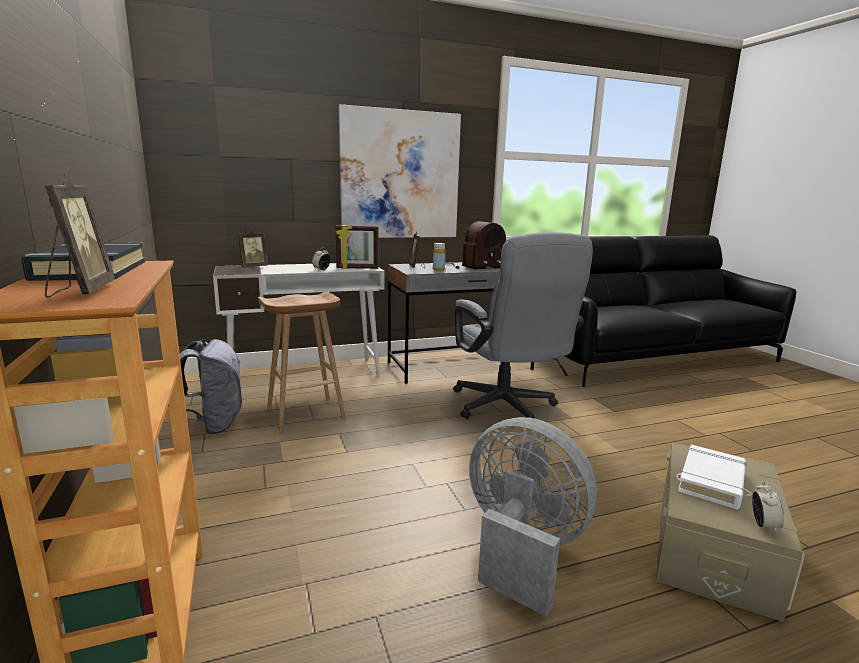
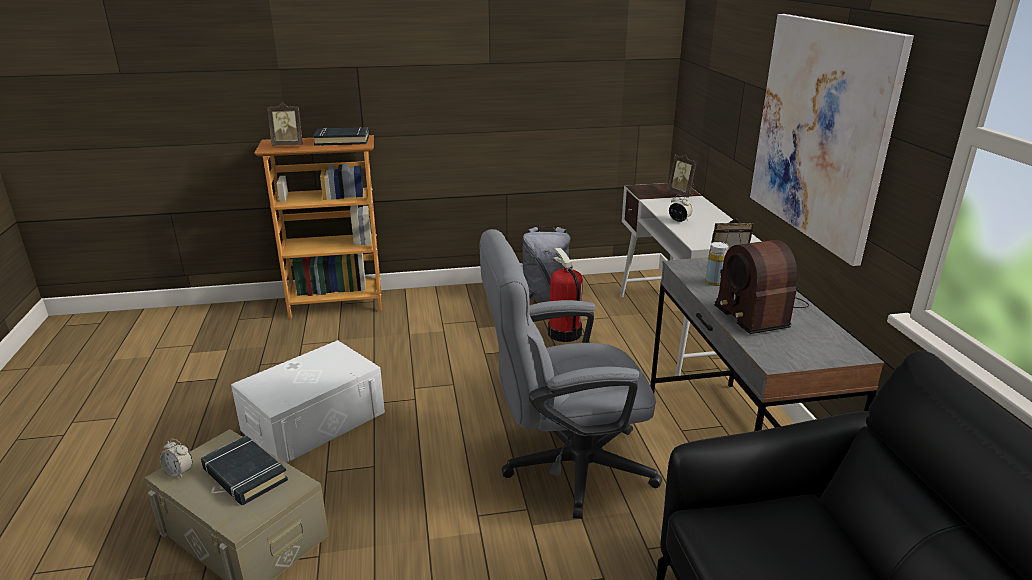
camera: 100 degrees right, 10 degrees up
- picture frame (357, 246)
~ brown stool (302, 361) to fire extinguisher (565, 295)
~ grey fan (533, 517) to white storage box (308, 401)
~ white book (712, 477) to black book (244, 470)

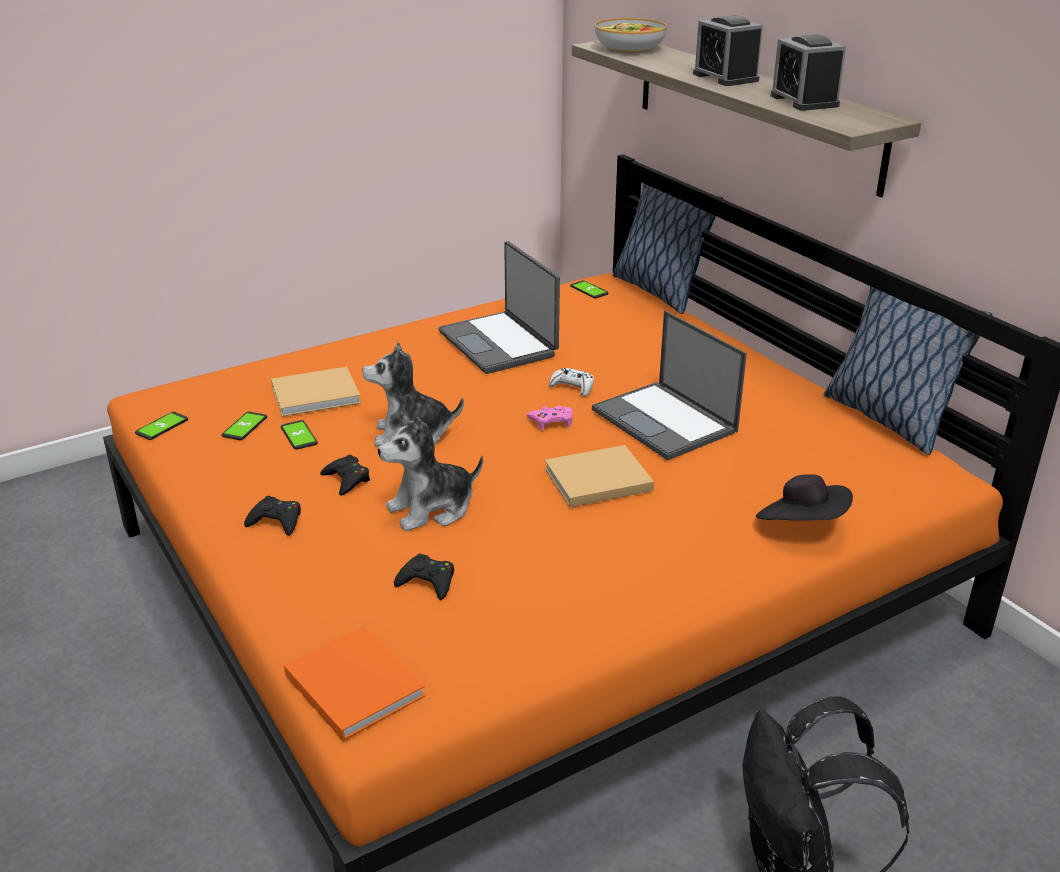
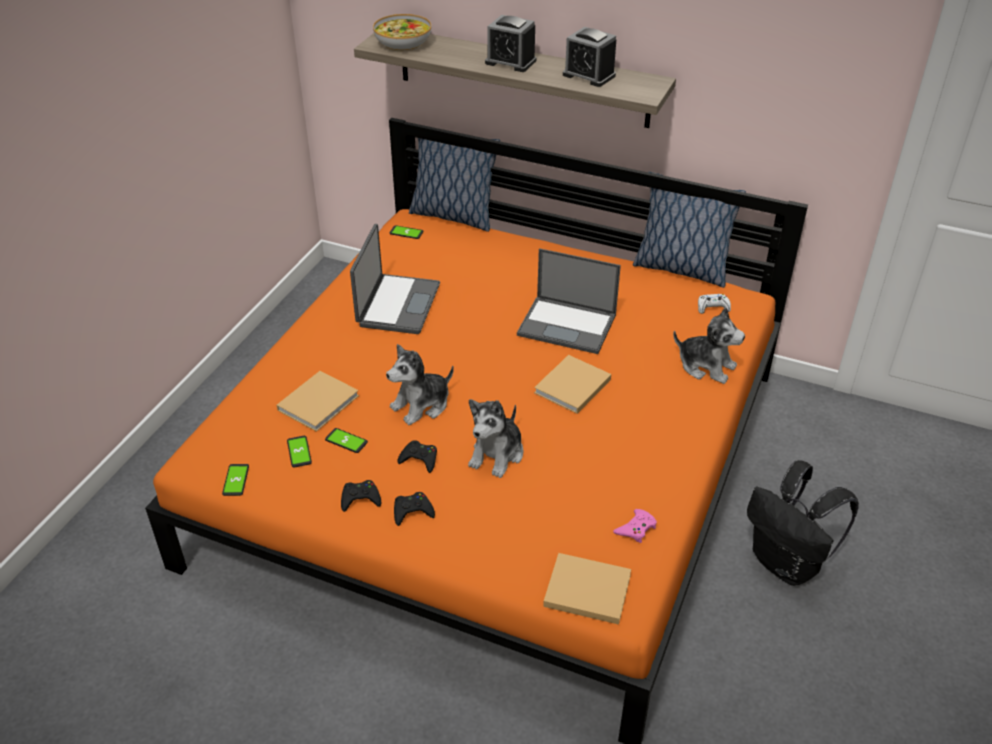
camera: 35 degrees left, 10 degrees up
~ laptop (499, 307) = (395, 279) 105 degrees counterclockwise
~ white game controller (571, 382) to (714, 304)
~ pink game controller (549, 418) to (635, 526)
~ black hat (804, 497) to plush toy (709, 345)
~ black game controller (424, 577) to (361, 496)
~ orange book (354, 684) to beige book (587, 589)

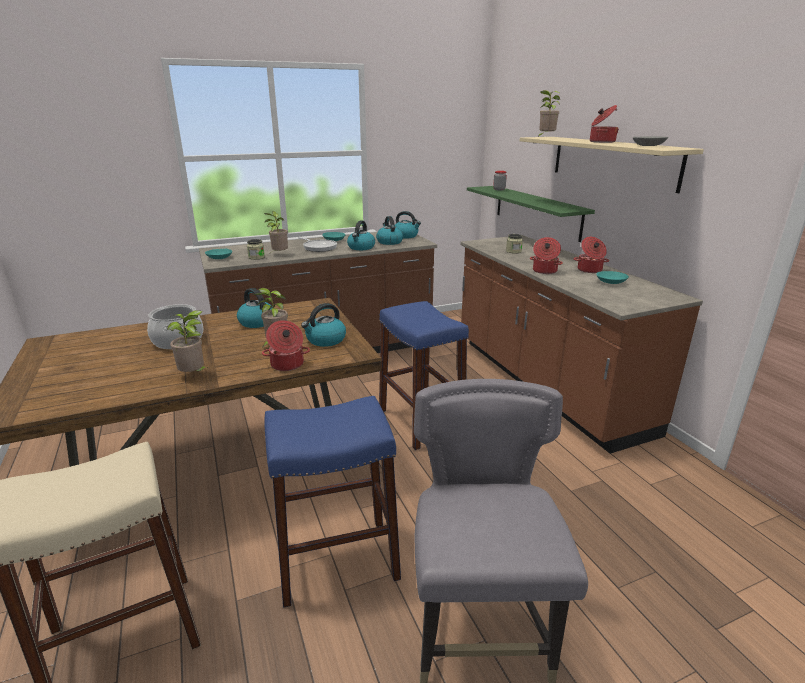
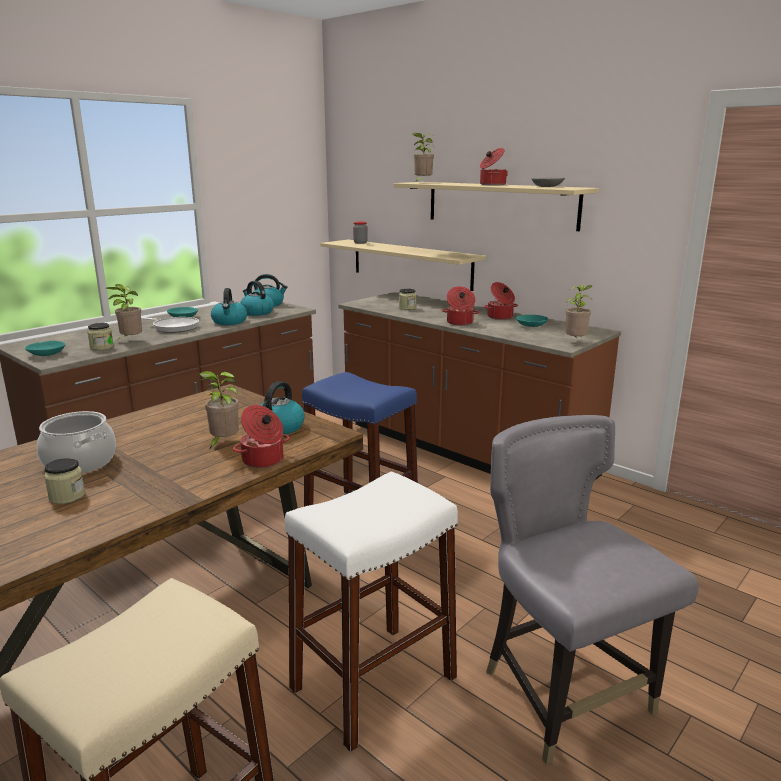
camera: 25 degrees left, 5 degrees down
~ green shelf (531, 214) to beige shelf (403, 265)
- kettle (254, 308)
~ potted plant (186, 341) to (579, 310)
~ blue stool (332, 502) to white stool (371, 612)
+ jar (64, 481)

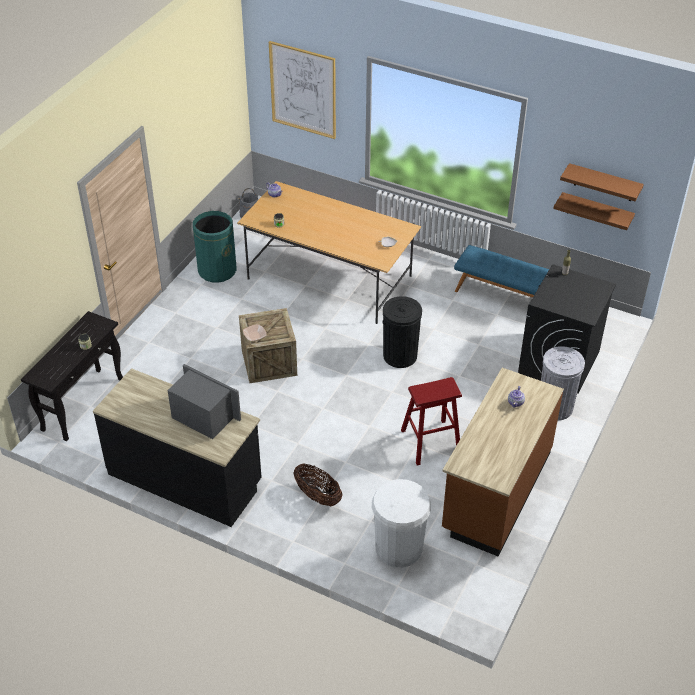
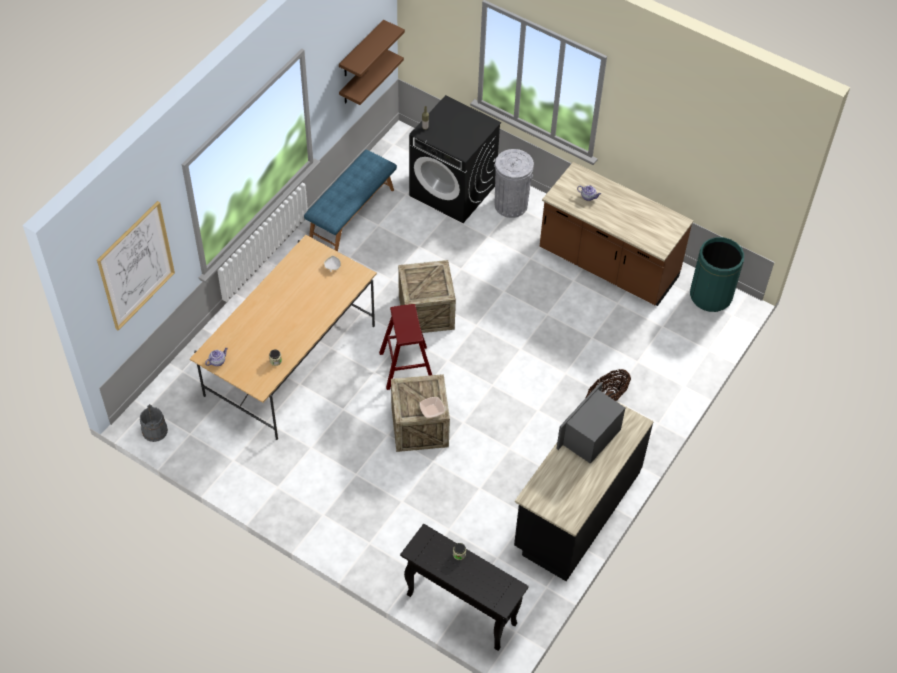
camera: 85 degrees left, 10 degrees up
~ green trash can (215, 247) to (717, 274)
~ black trash can (402, 332) to crate (427, 296)
~ red stool (431, 421) to (405, 347)
- white trash can (401, 523)

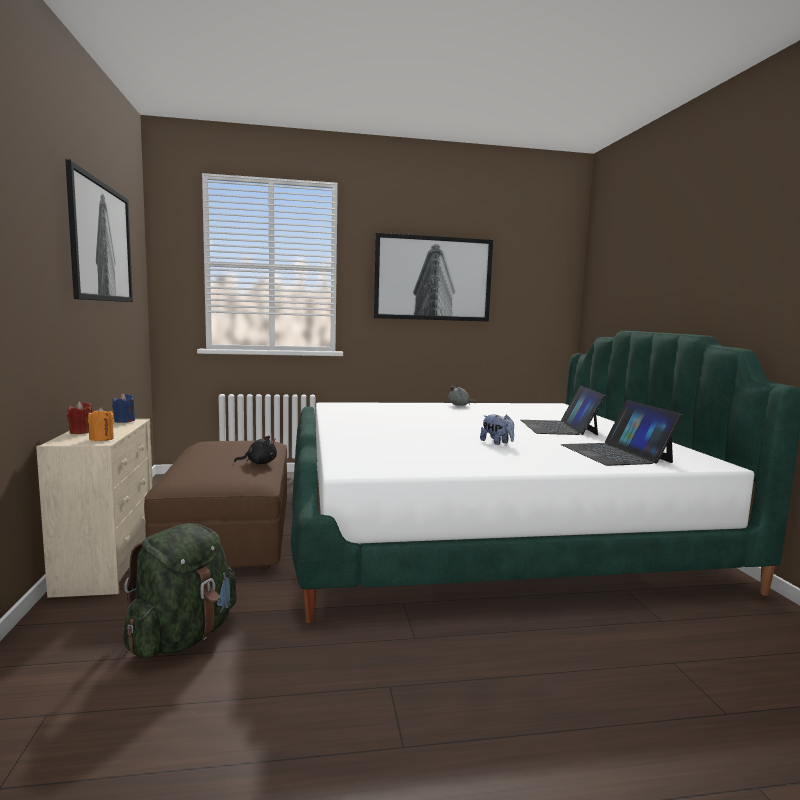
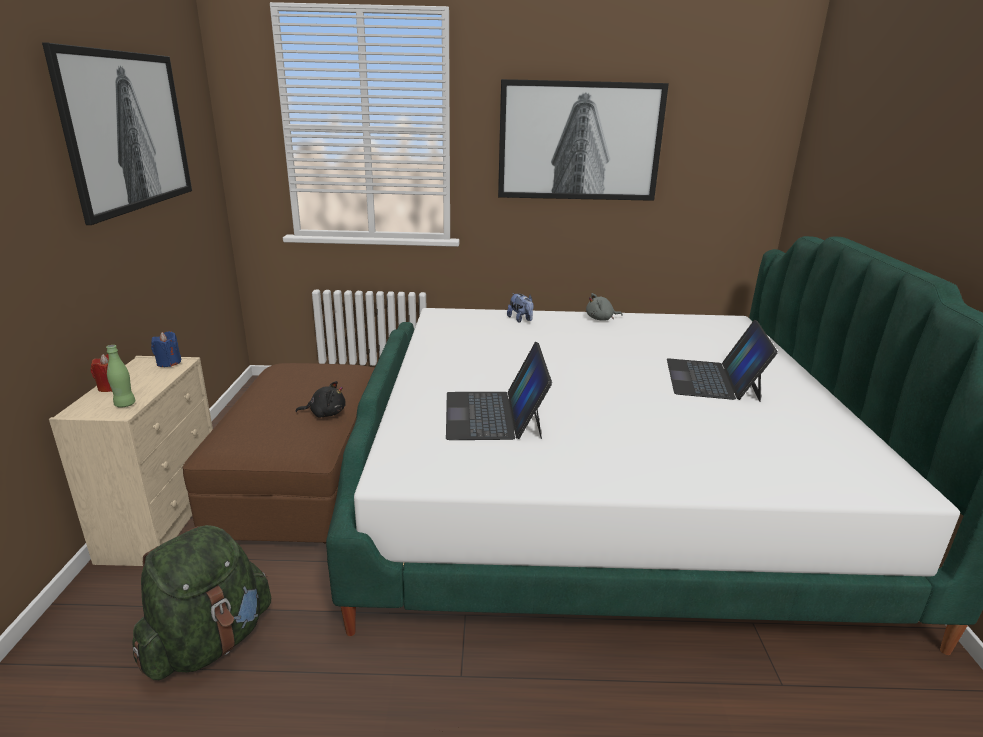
camera: 10 degrees right, 15 degrees up
~ laptop (621, 433) to (499, 391)
~ orange candle (101, 424) to green bottle (121, 376)
~ plush toy (497, 429) to (520, 308)

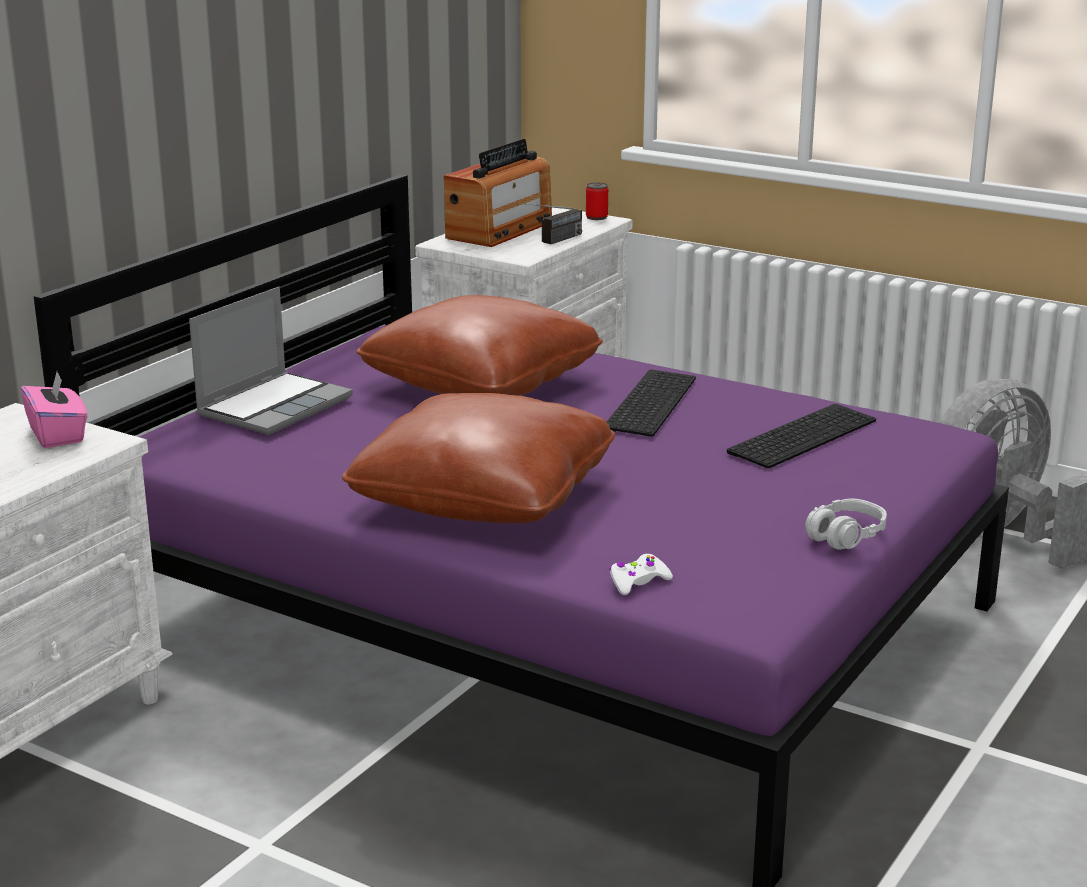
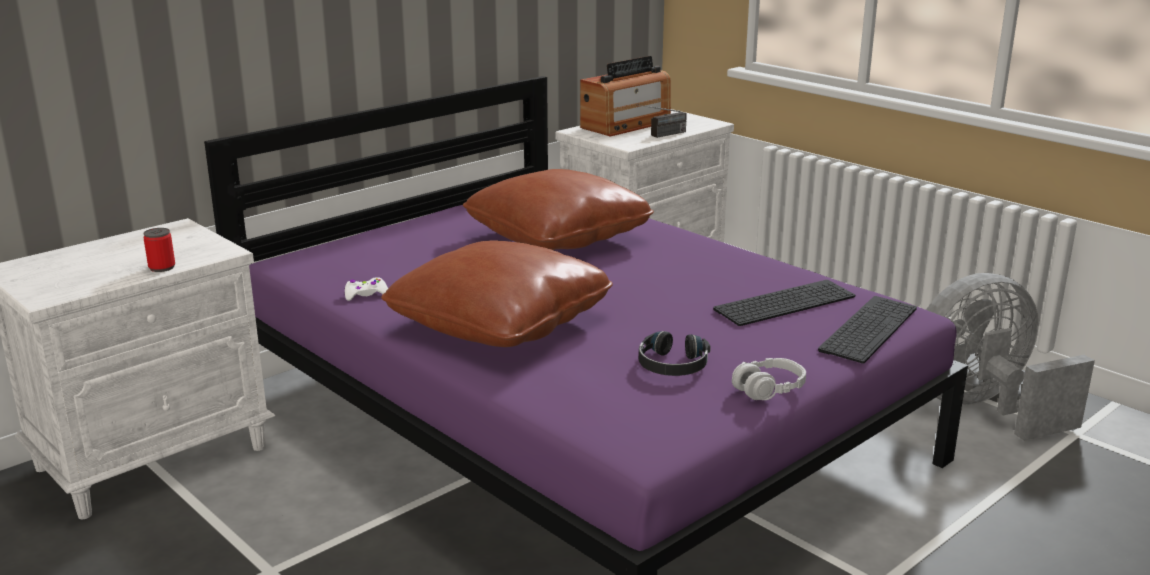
camera: 15 degrees right, 0 degrees up
~ can (597, 201) to (159, 250)
- laptop (271, 361)
~ keyboard (651, 403) to (867, 330)
- pink tissue box (54, 410)
~ white game controller (641, 574) to (366, 289)
+ black headphones (675, 353)

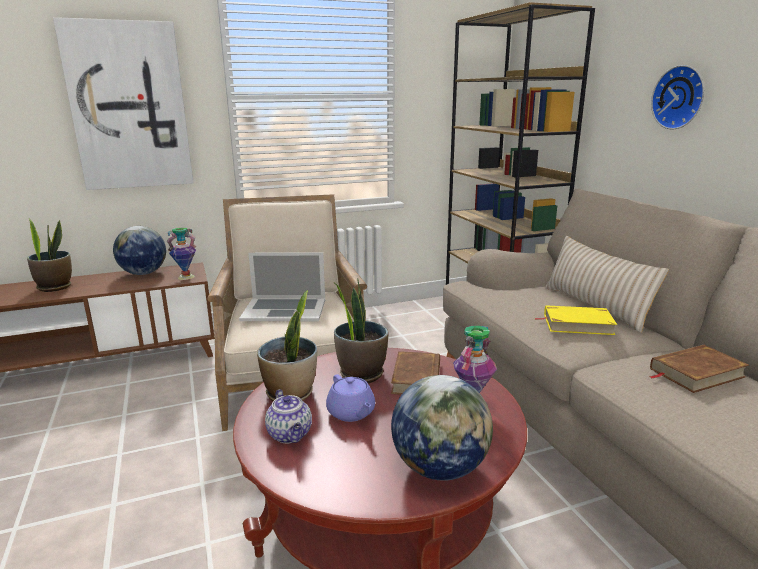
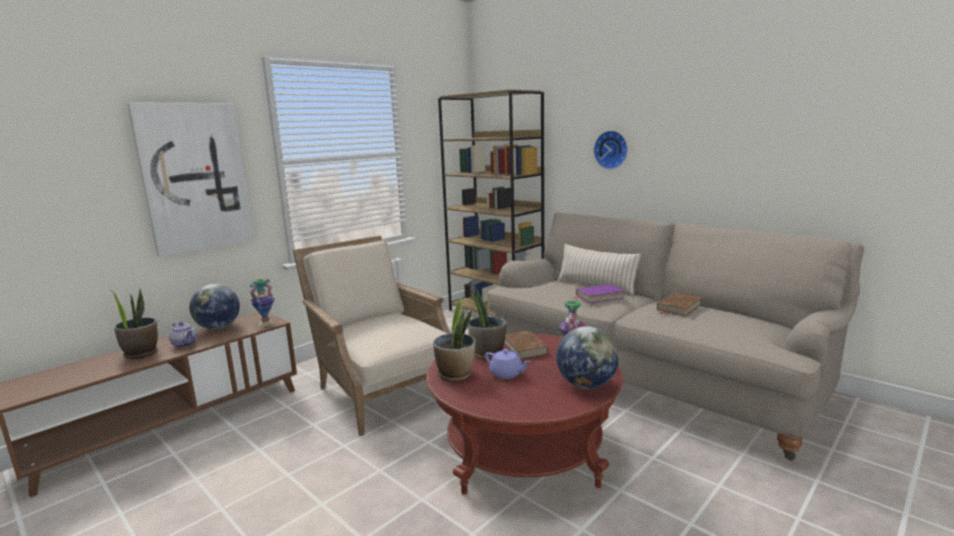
camera: 25 degrees left, 5 degrees down
- laptop (282, 287)
~ yellow book (576, 320) to purple book (598, 293)
~ teapot (288, 416) to (183, 335)

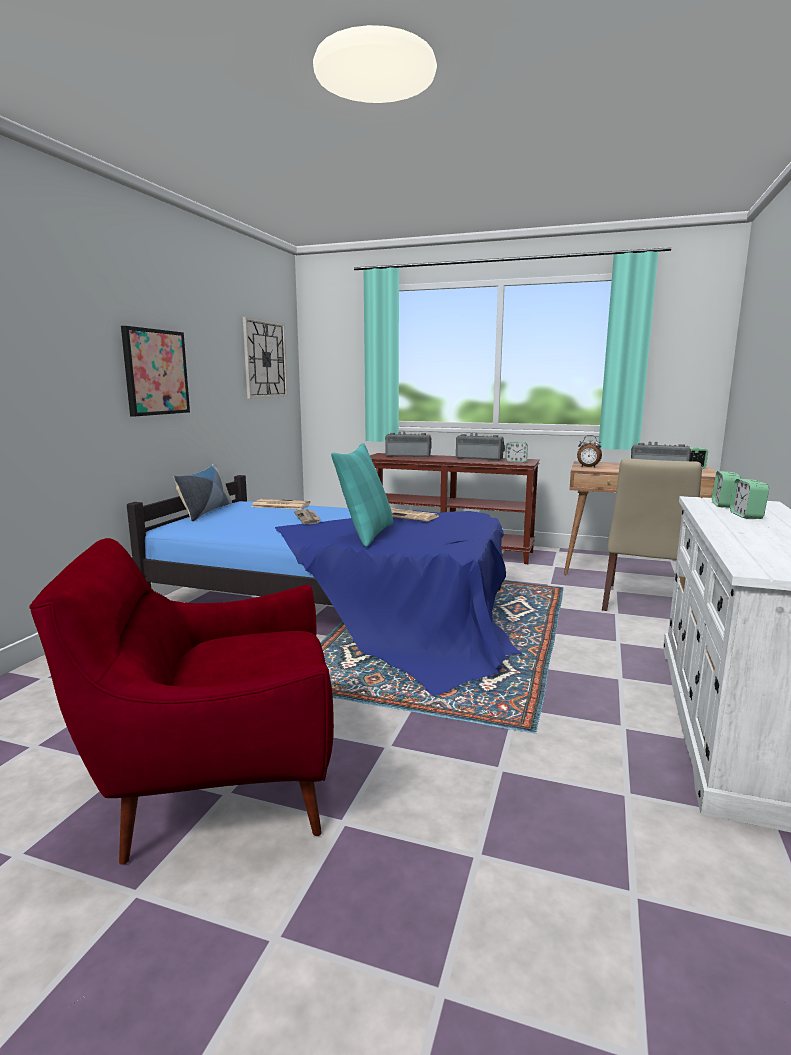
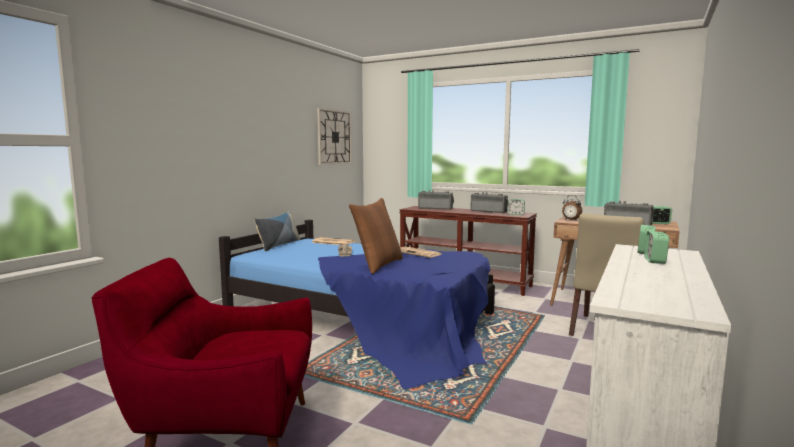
camera: 10 degrees right, 5 degrees down
- picture (155, 371)
~ turquoise pillow (362, 495) to brown pillow (376, 236)

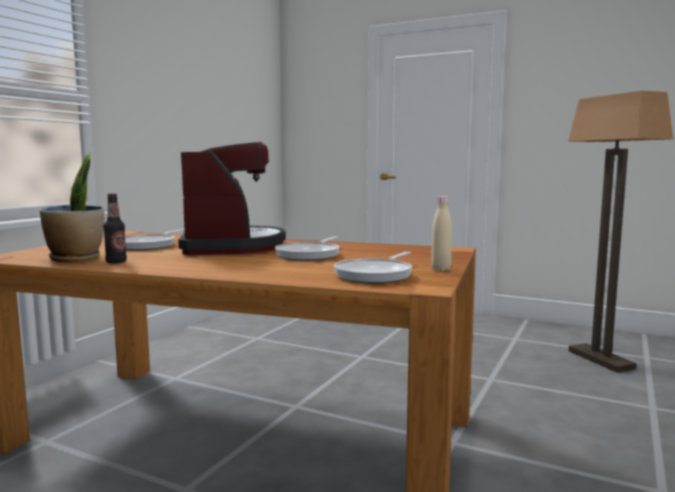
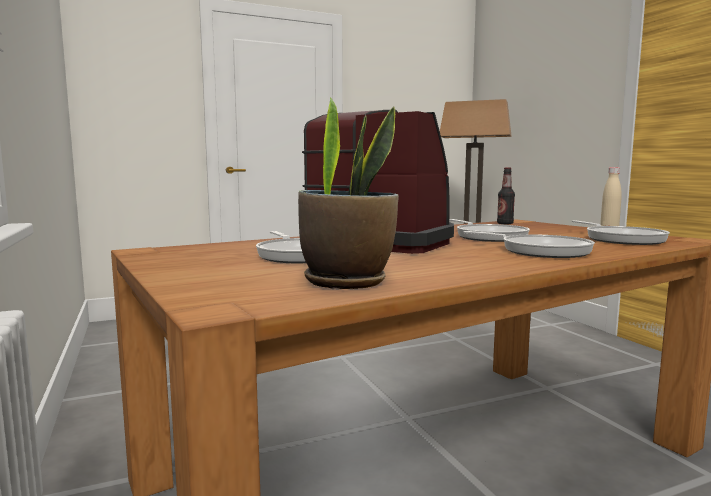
camera: 50 degrees left, 0 degrees up
~ bottle (115, 228) to (506, 196)
+ frying pan (529, 244)

